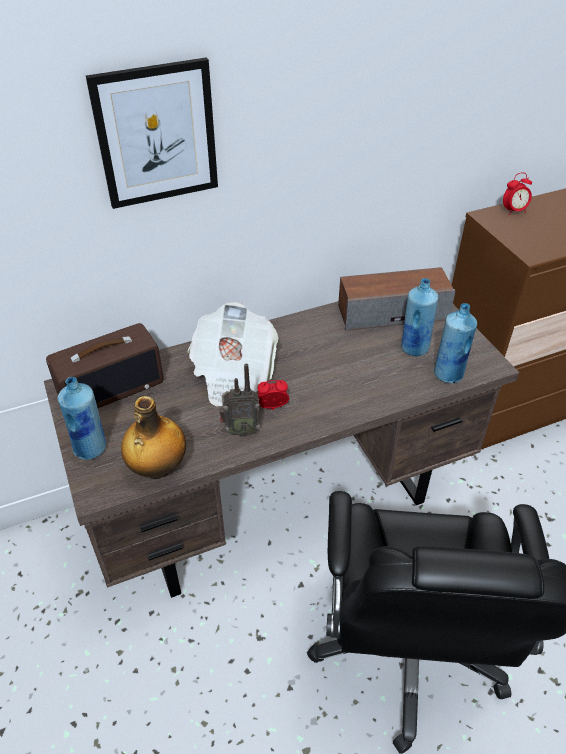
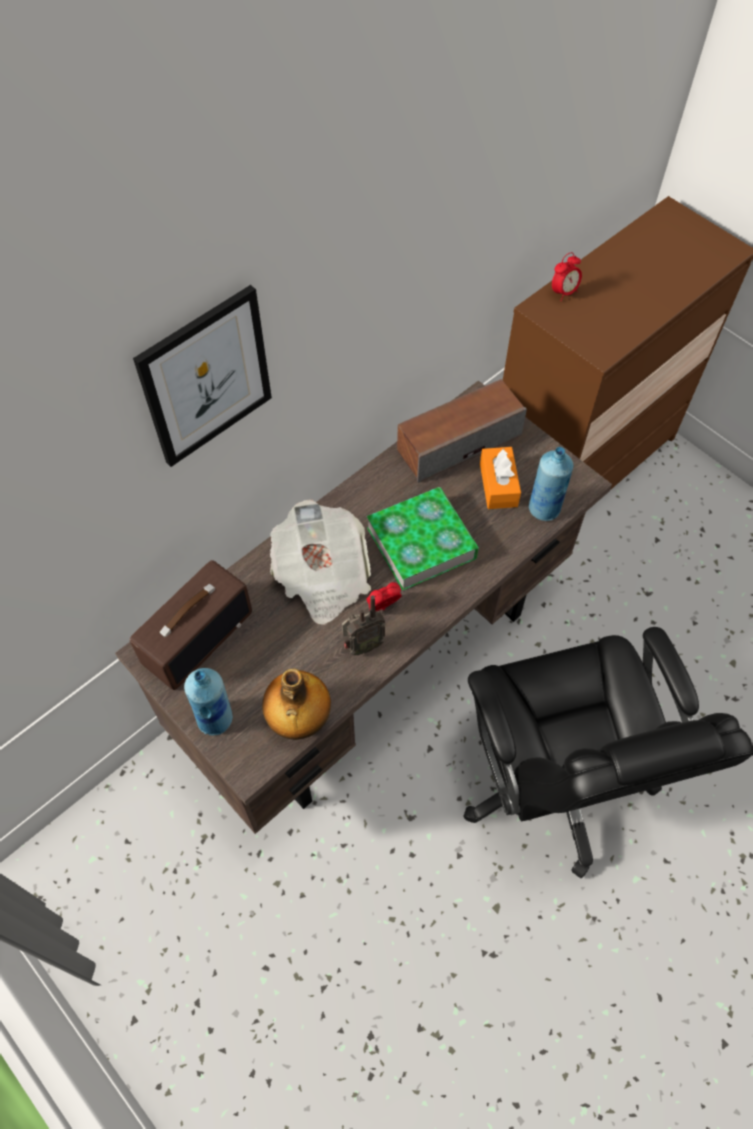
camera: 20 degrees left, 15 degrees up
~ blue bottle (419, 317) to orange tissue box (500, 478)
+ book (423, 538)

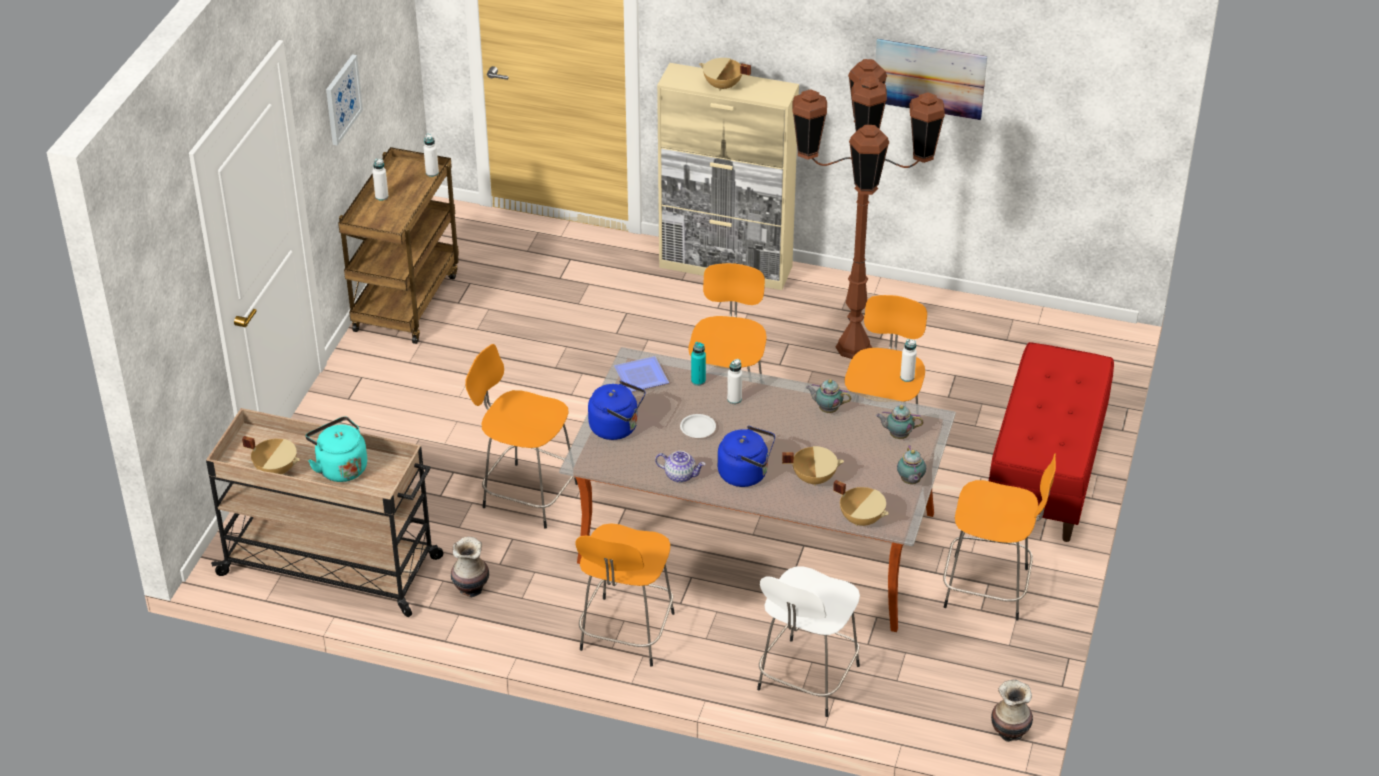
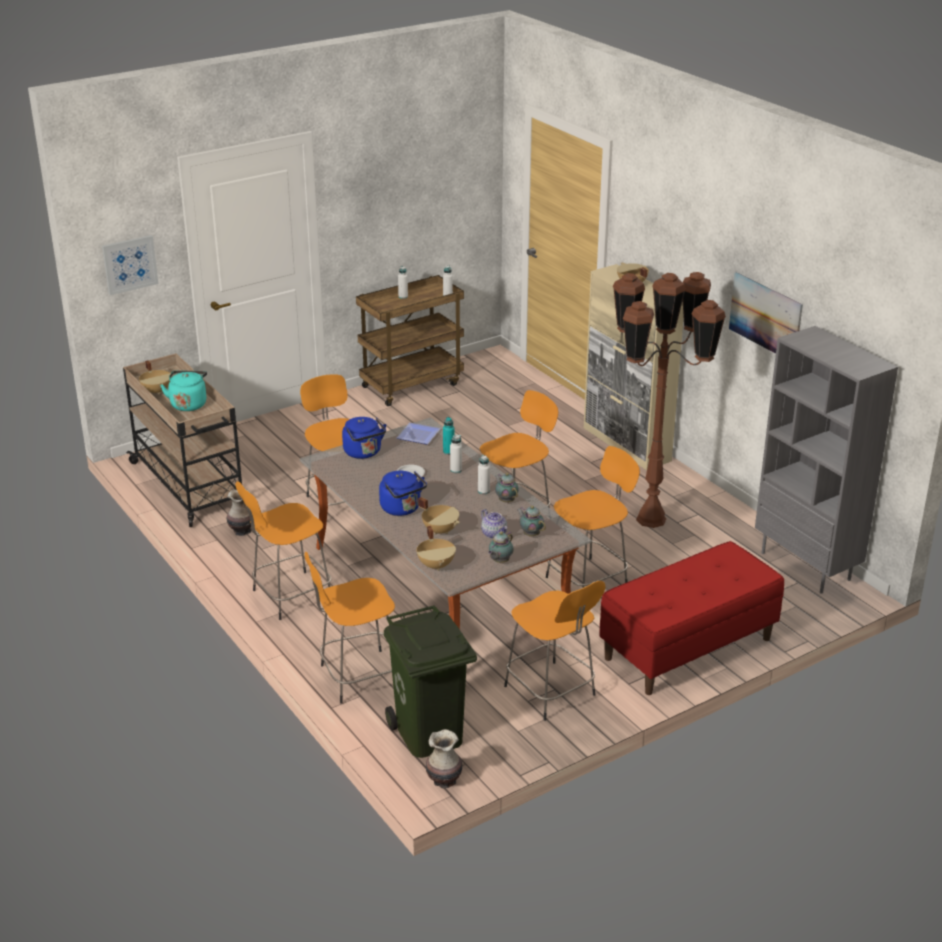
camera: 40 degrees right, 10 degrees down
~ picture (344, 100) to (130, 265)
~ white bottle (908, 360) to (484, 474)
~ teapot (680, 467) to (494, 524)
~ white stool (808, 642) to orange stool (349, 628)
+ grey bookcase (826, 460)
+ green trash can (430, 681)

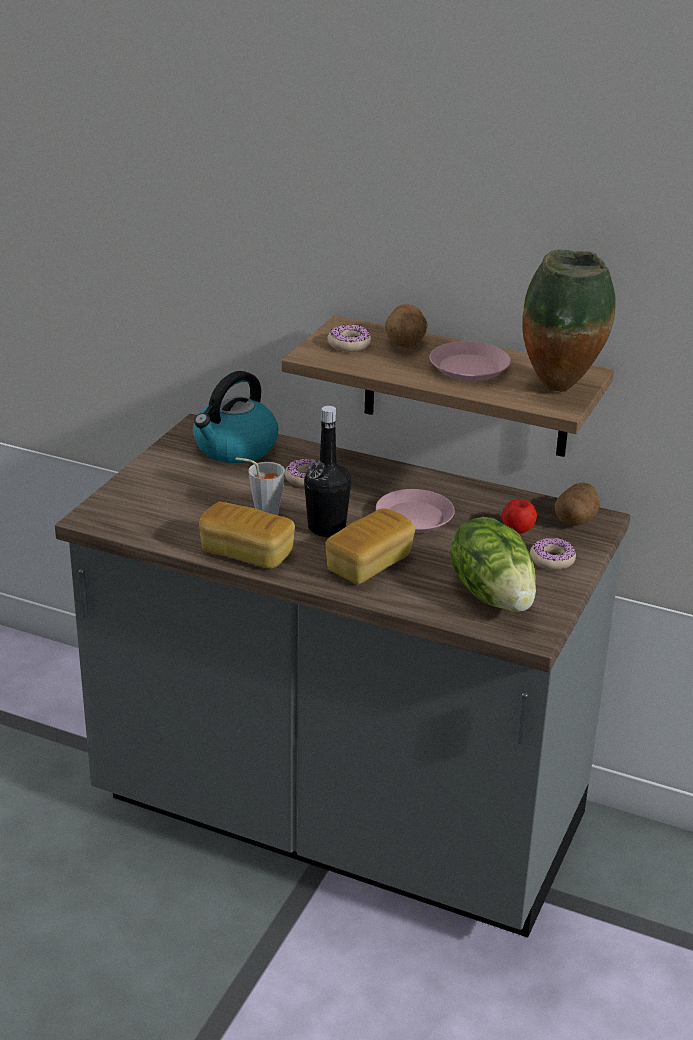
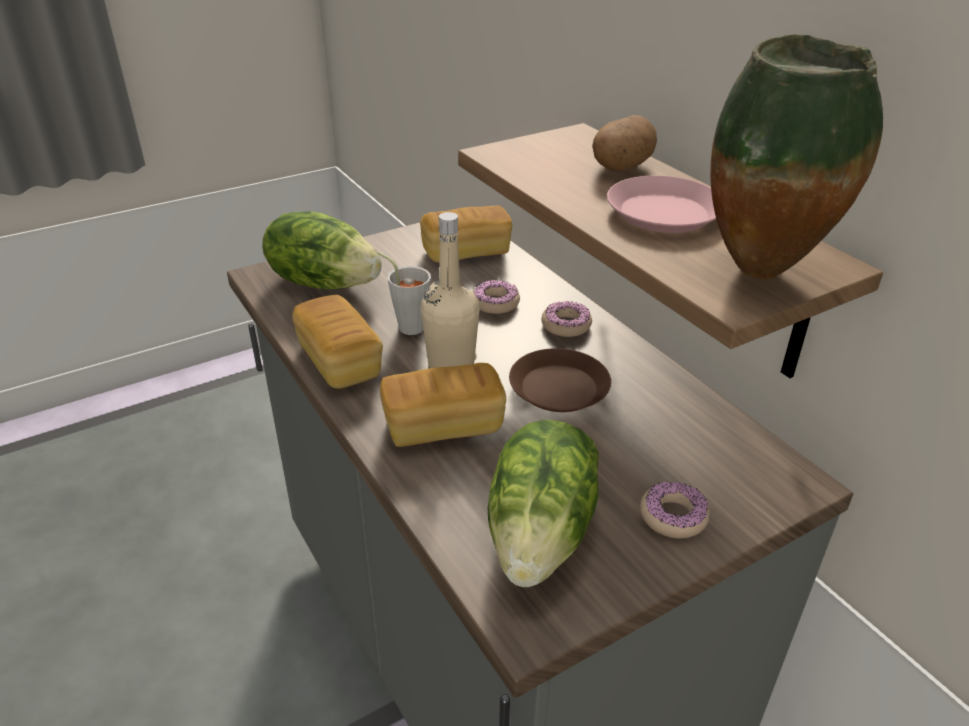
camera: 35 degrees right, 5 degrees up
~ donut (349, 338) to (566, 319)
~ kettle (235, 417) to bread (466, 234)
~ black bottle (327, 471) to beige bottle (450, 290)
- potato (577, 504)
~ pink plate (415, 511) to brown plate (560, 380)
- apple (519, 516)
+ lettuce (322, 250)

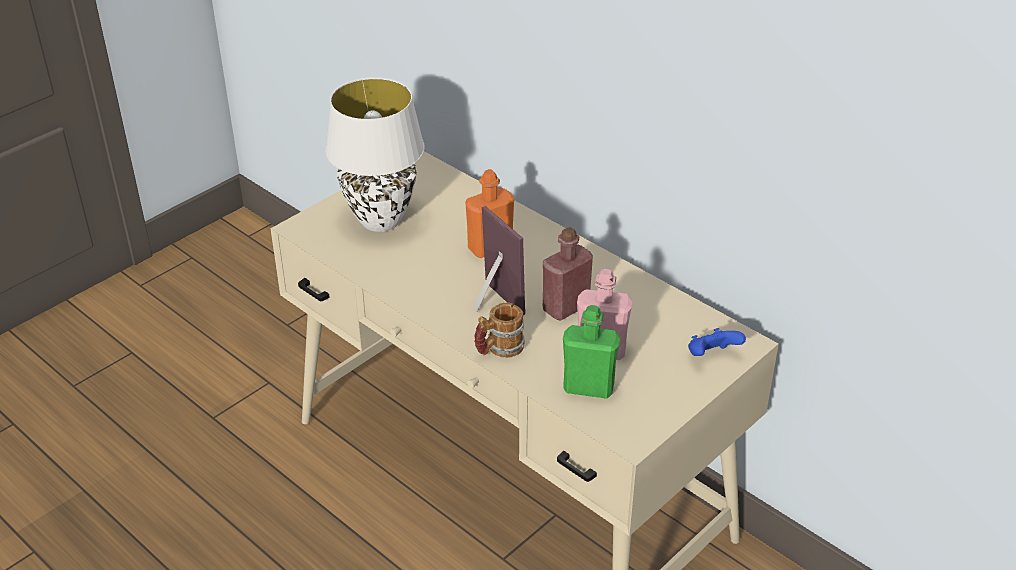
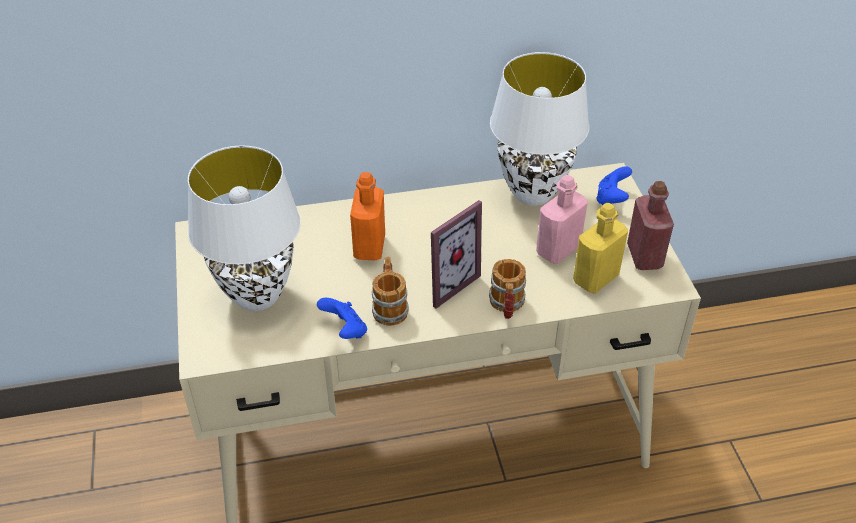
camera: 55 degrees left, 5 degrees up
~ picture frame (499, 260) = (456, 254) 135 degrees clockwise
~ red bottle (568, 273) to (650, 225)
~ green bottle (591, 352) to yellow bottle (600, 248)
+ white table lamp (539, 129)
+ mug (390, 291)
+ blue game controller (342, 318)

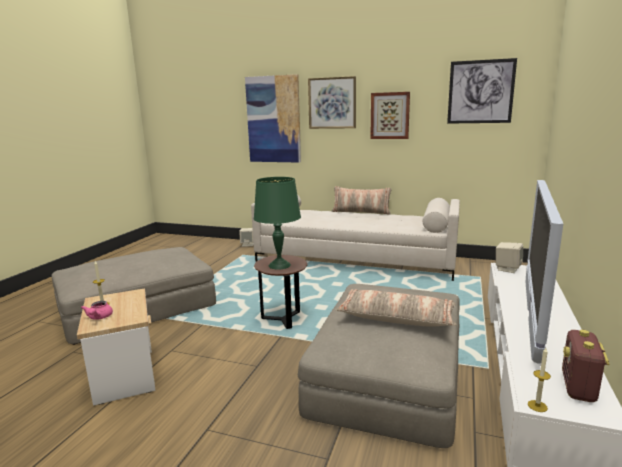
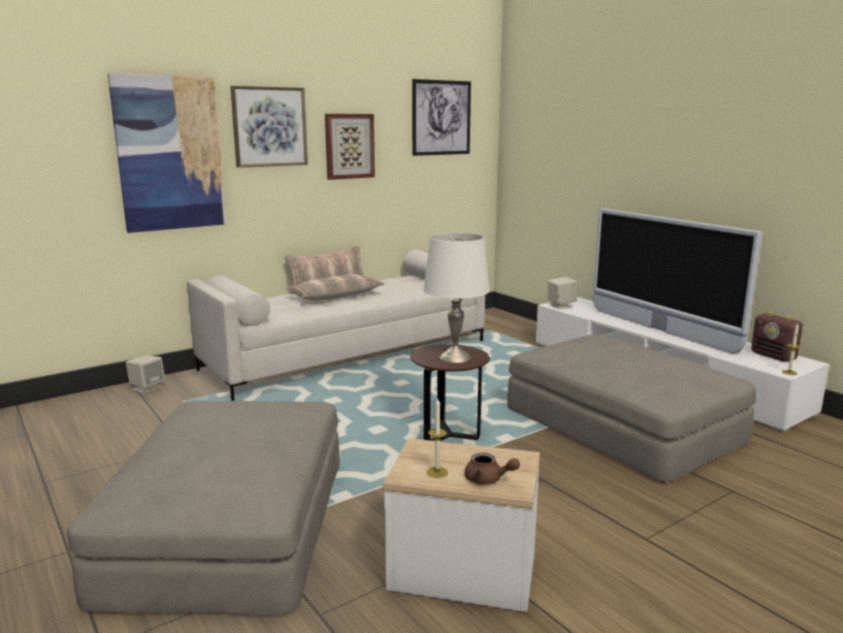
camera: 55 degrees left, 0 degrees up
~ green table lamp (277, 223) to white table lamp (456, 298)
~ pillow (396, 307) to (335, 287)
~ pink teapot (97, 310) to brown teapot (492, 469)

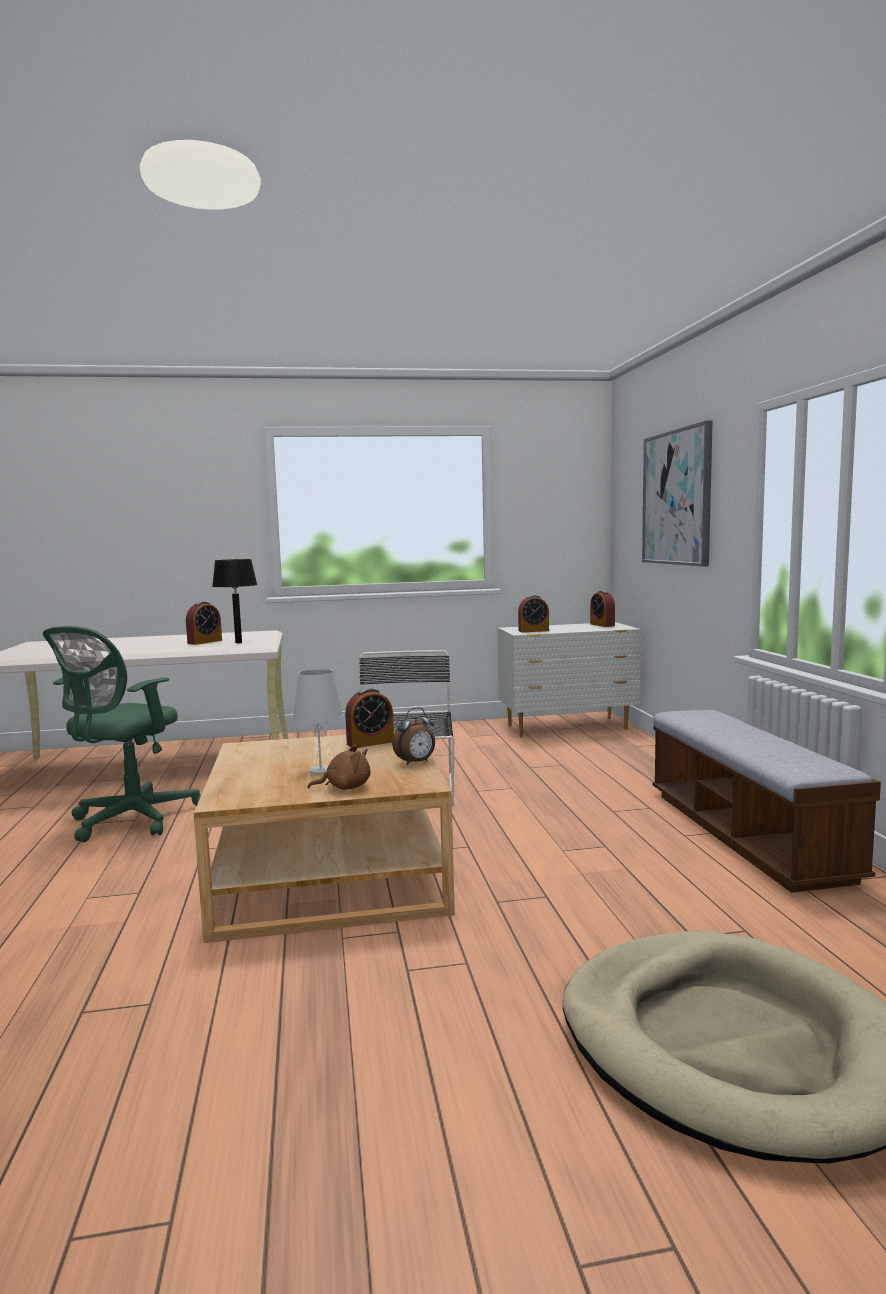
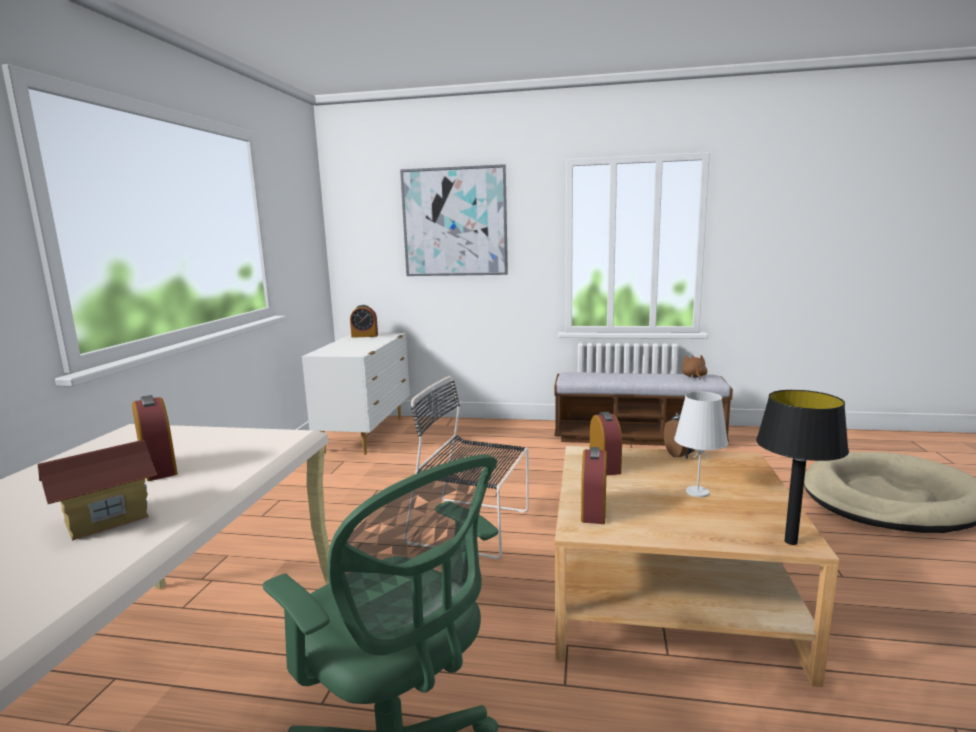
camera: 70 degrees left, 5 degrees up
~ black table lamp (234, 601) to (802, 467)
~ alarm clock (533, 613) to (594, 485)
~ brown plush toy (339, 767) to (694, 367)
+ toy house (97, 490)

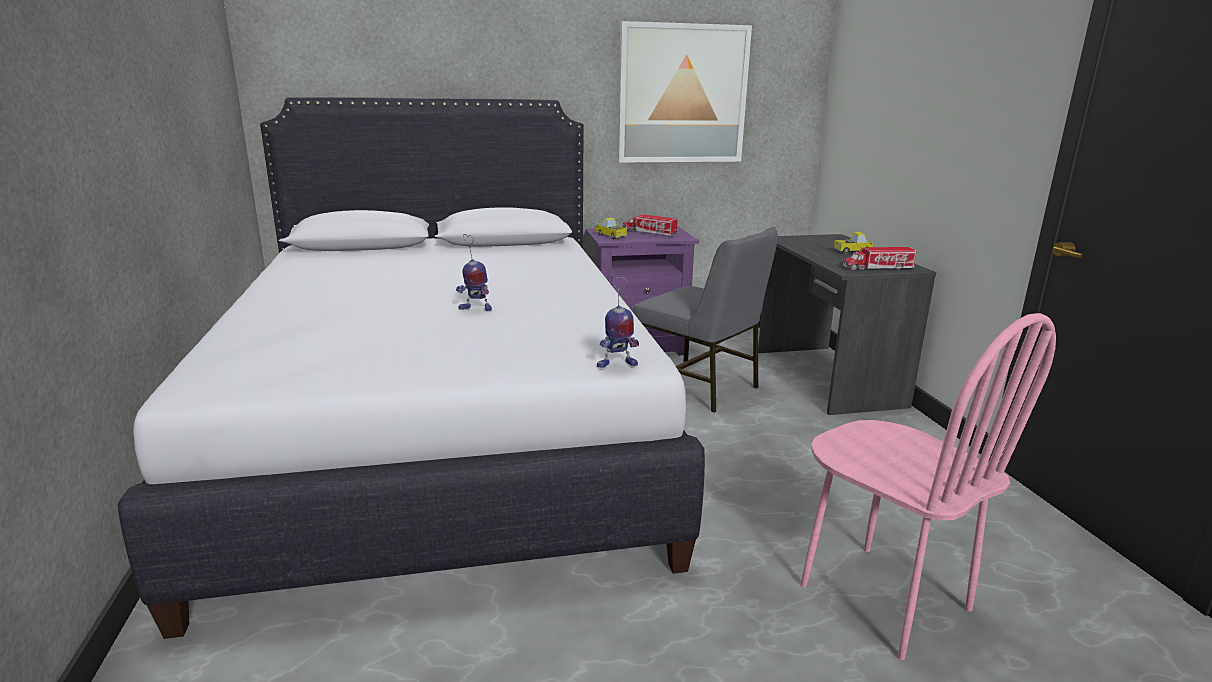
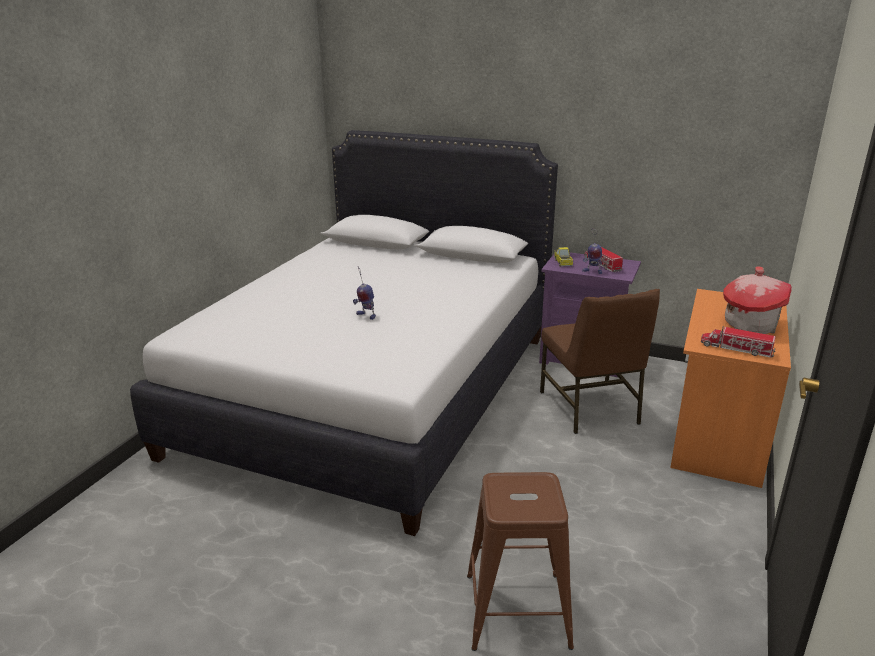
camera: 35 degrees right, 5 degrees up
- picture (684, 92)
~ grey chair (705, 320) to brown chair (600, 361)
~ toy truck (854, 243) to toy house (757, 300)
~ grey desk (847, 324) to orange desk (730, 388)
~ toy robot (618, 322) to (592, 251)
~ pink chair (928, 486) to brown stool (520, 561)

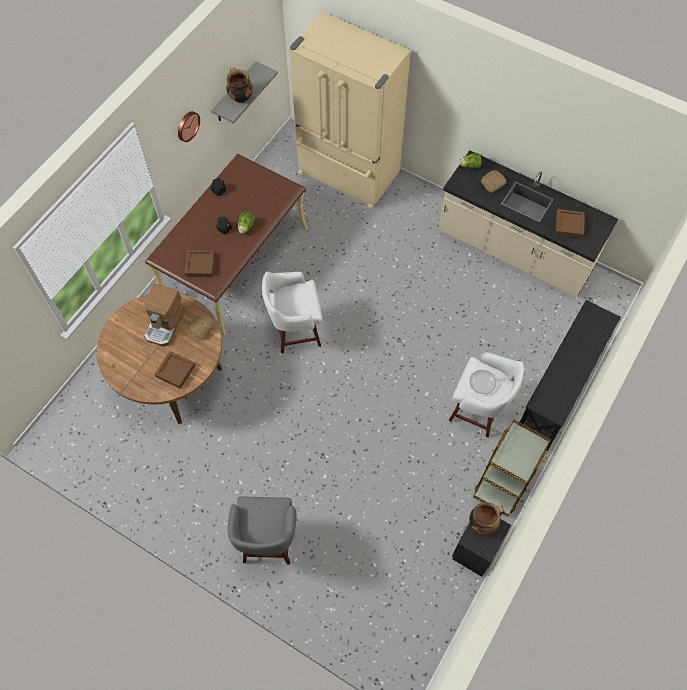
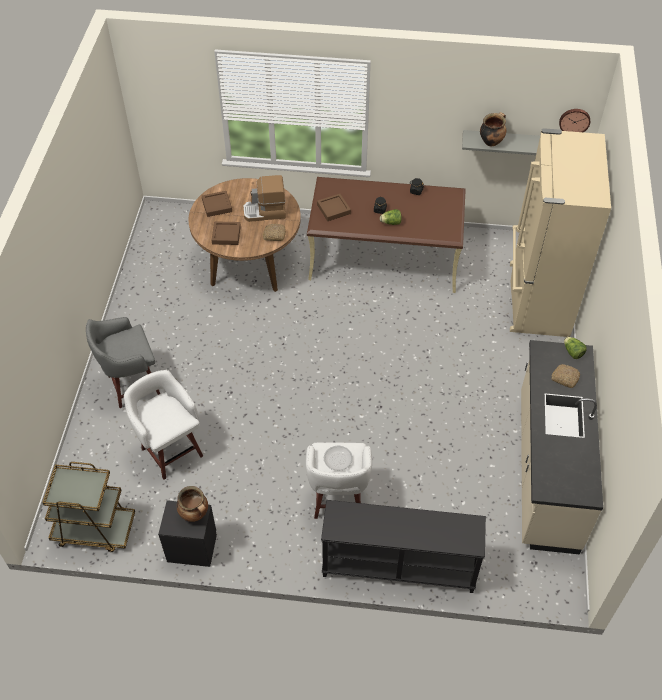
camera: 65 degrees right, 10 degrees down
~ wall clock (189, 126) to (574, 120)
~ brown tray (570, 223) to (217, 204)
~ white stool (292, 313) to (163, 425)
~ brown cart (512, 468) to (88, 507)

